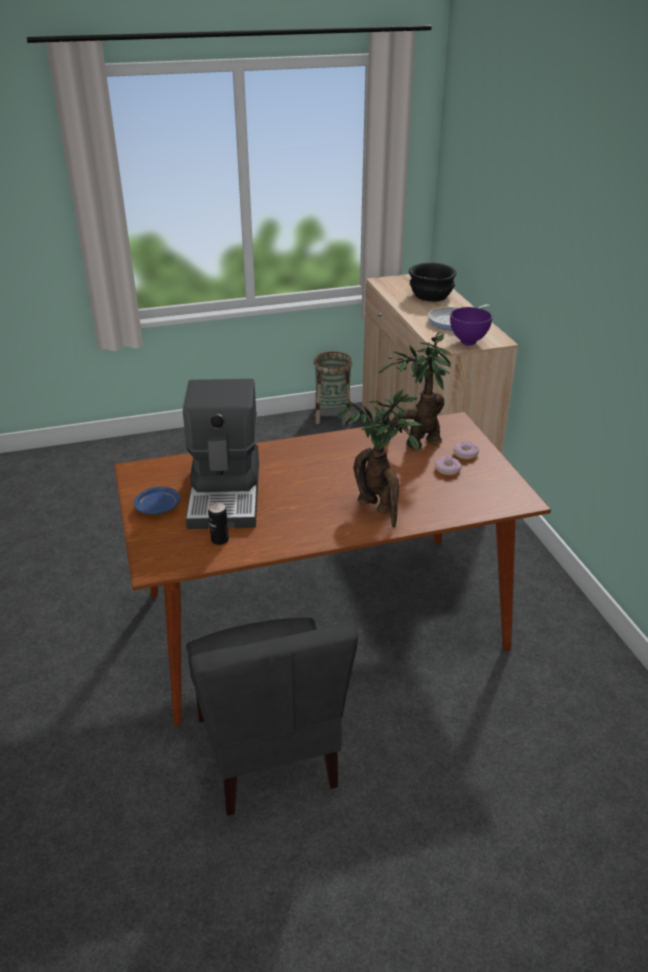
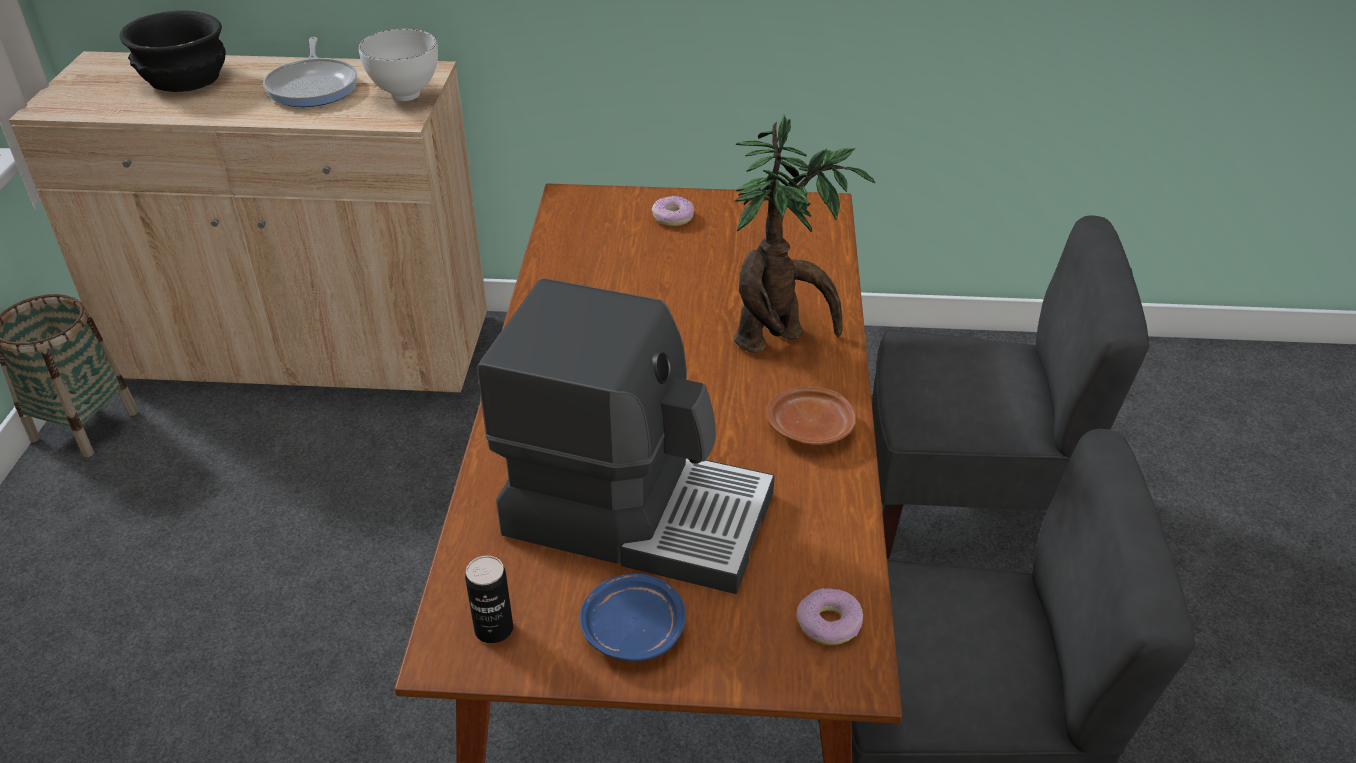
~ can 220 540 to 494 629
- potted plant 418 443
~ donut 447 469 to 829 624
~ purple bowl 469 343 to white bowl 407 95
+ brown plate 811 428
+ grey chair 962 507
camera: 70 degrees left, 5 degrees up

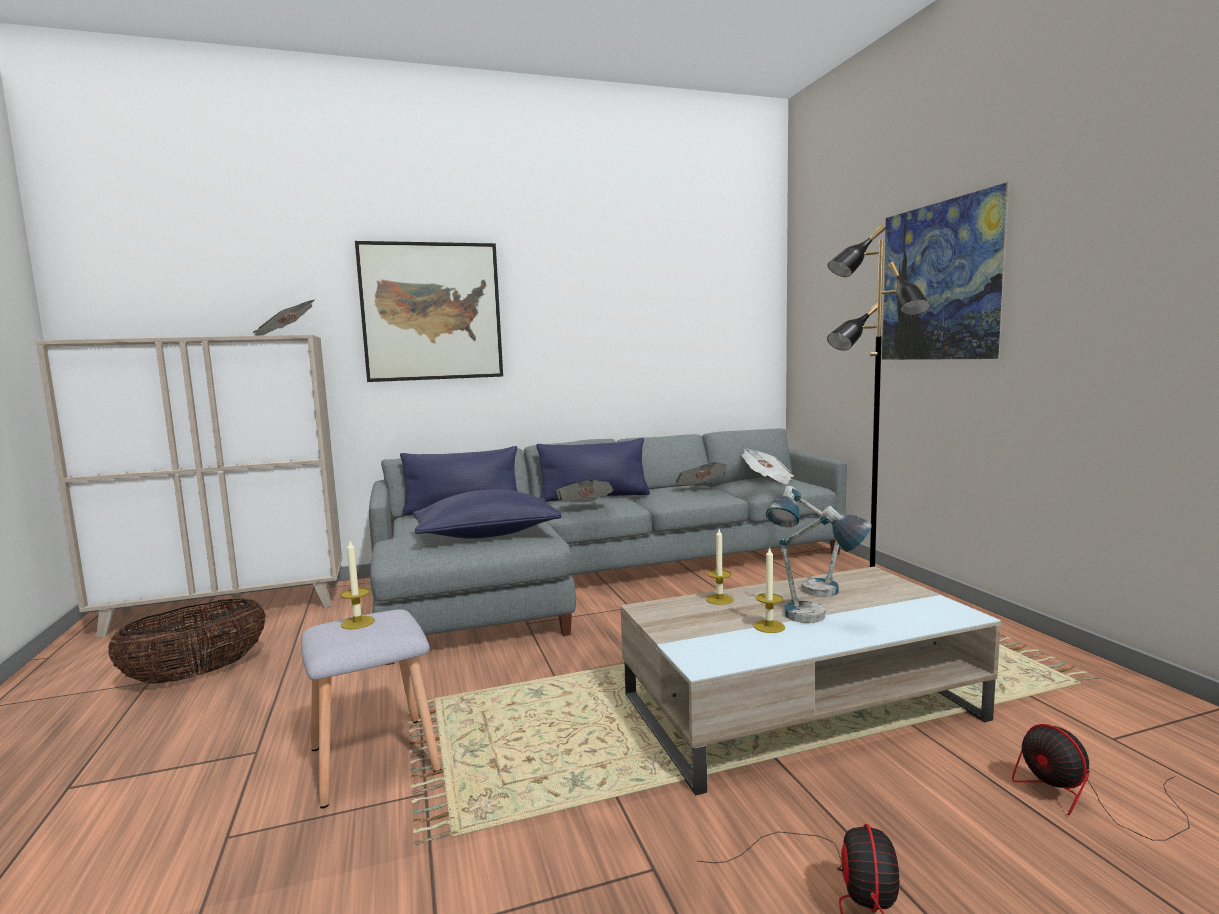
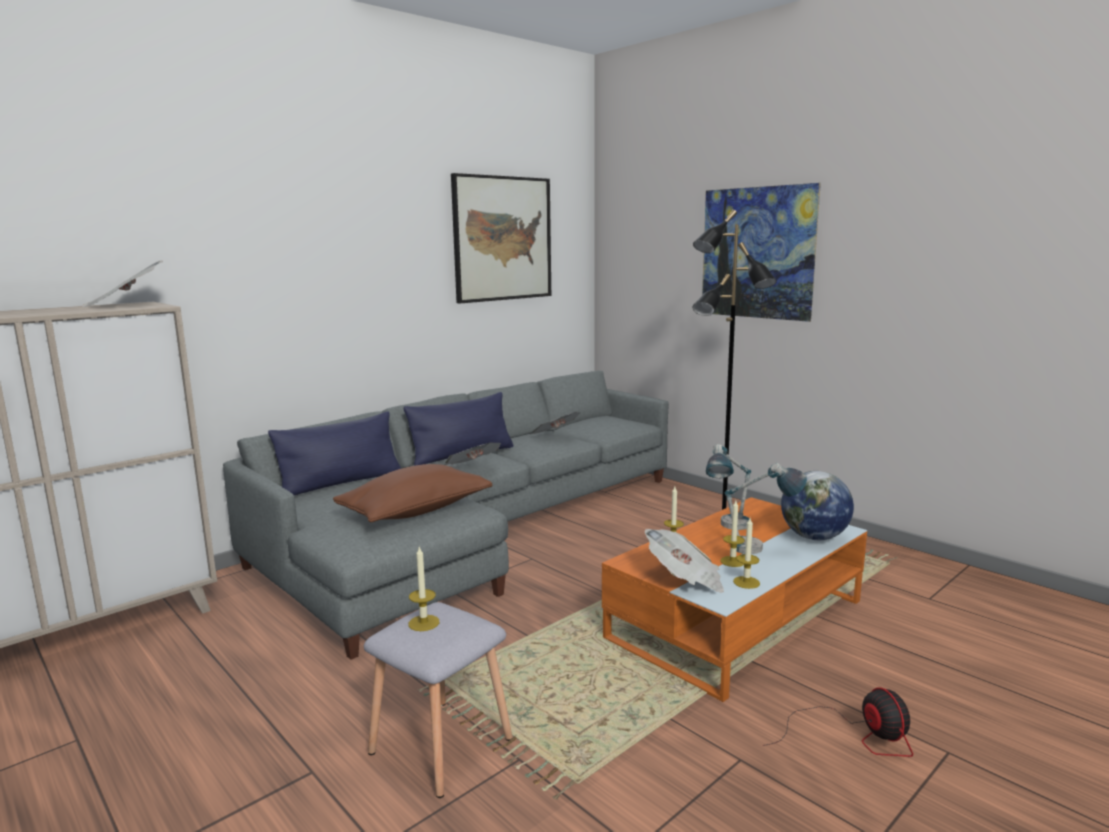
- basket 197 674
~ picture 432 312 to 502 239
~ blue pillow 487 535 to brown pillow 415 511
~ beige coffee table 799 707 to orange coffee table 737 619
~ newspaper 768 480 to 685 580
- fan 1089 801
+ candle 746 582
+ globe 814 537
camera: 25 degrees left, 5 degrees up

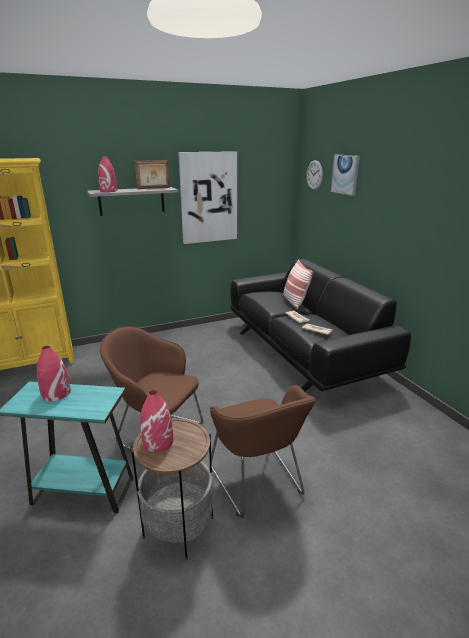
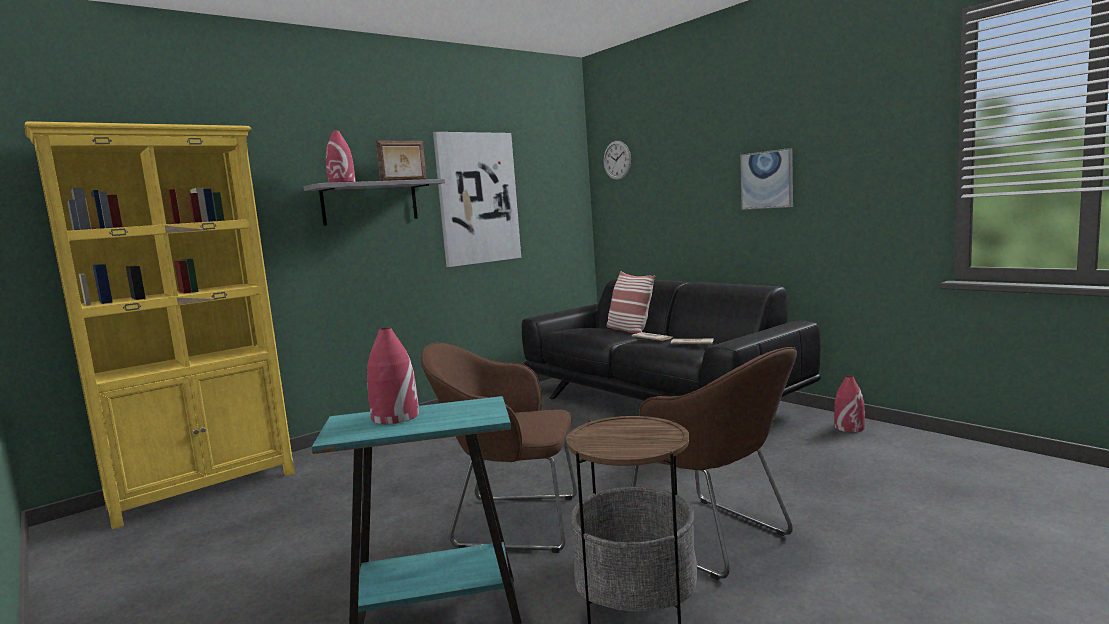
~ red vase 158 441 to 849 427
~ picture 345 174 to 767 180
camera: 15 degrees left, 15 degrees down

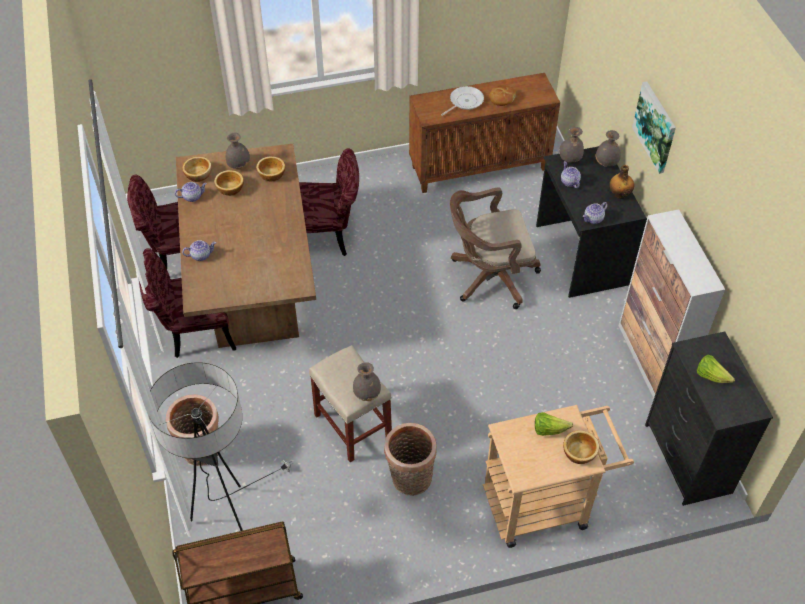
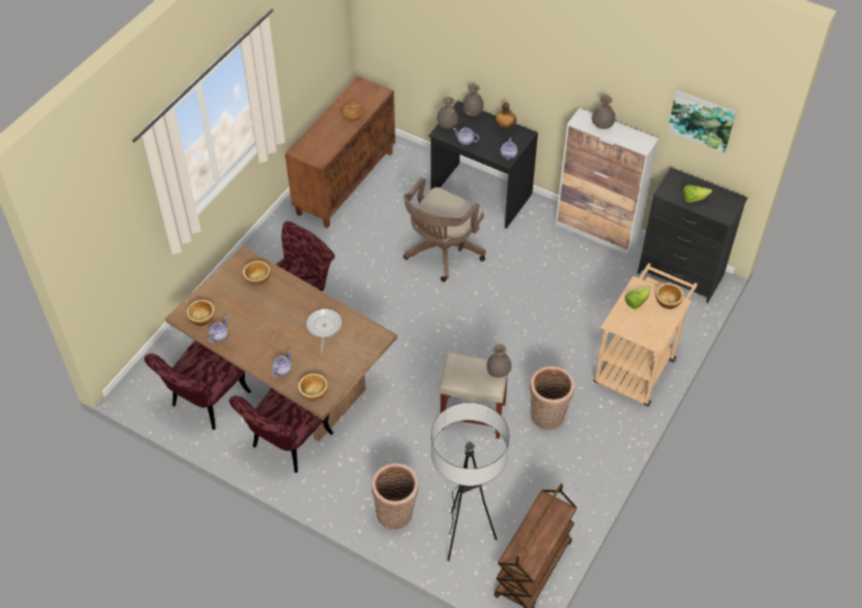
~ bowl 229 189 to 313 393
~ grey vase 239 165 to 602 125
~ frying pan 464 102 to 324 327
~ picture 655 127 to 702 120
camera: 45 degrees left, 0 degrees up

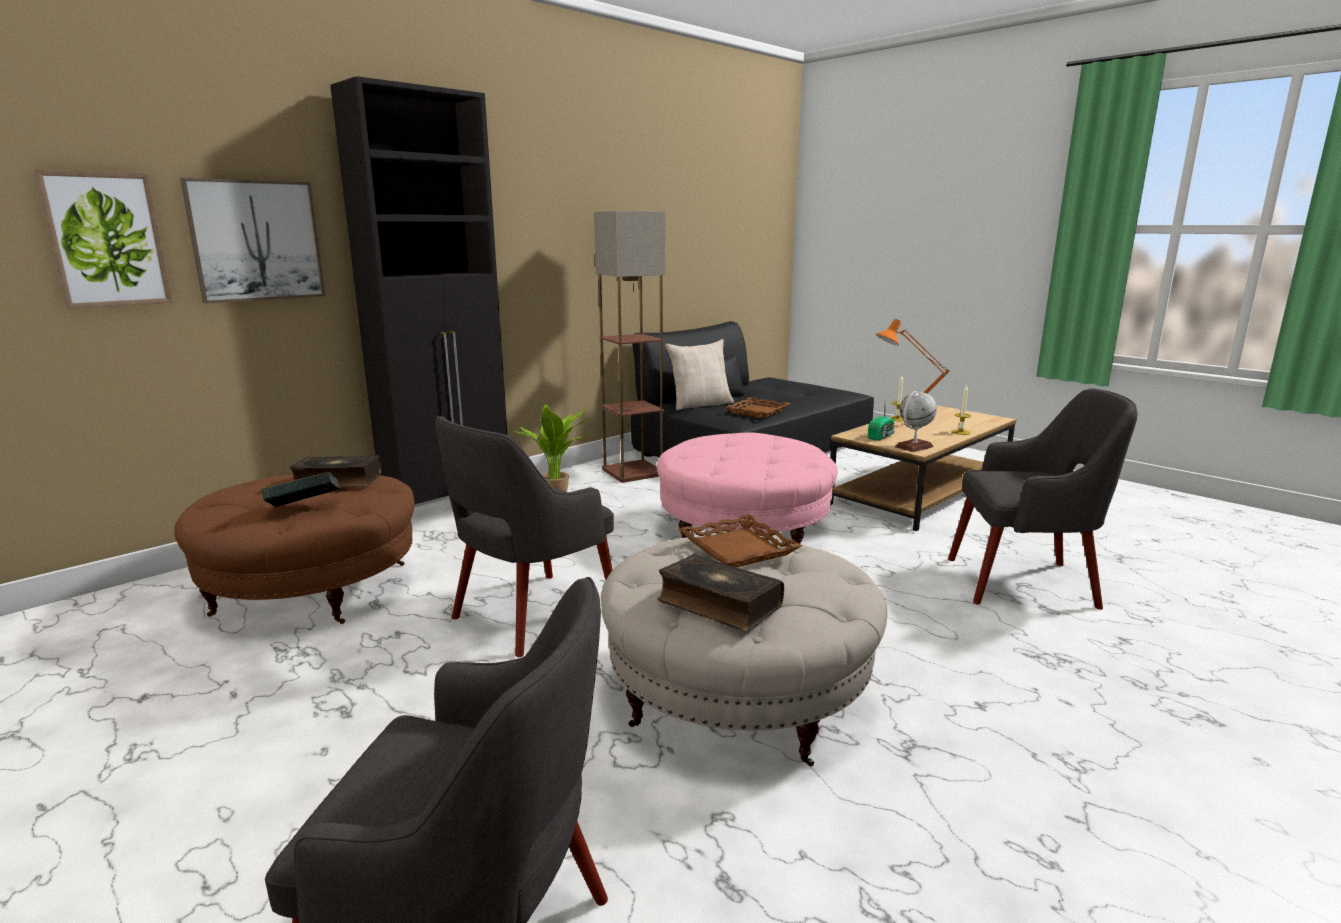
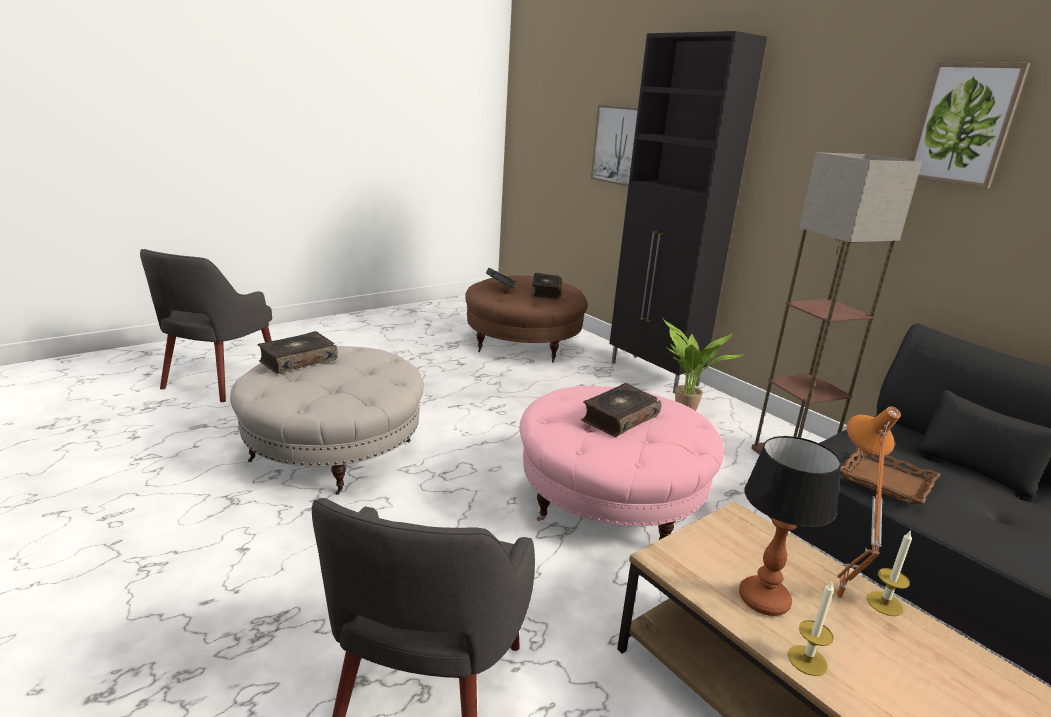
~ picture 106 240 to 964 124
- grey armchair 533 614
- beige pillow 700 404
- brown tray 739 548
- radio 881 436
- globe 914 447
+ book 619 418
+ table lamp 765 600
camera: 95 degrees right, 5 degrees up

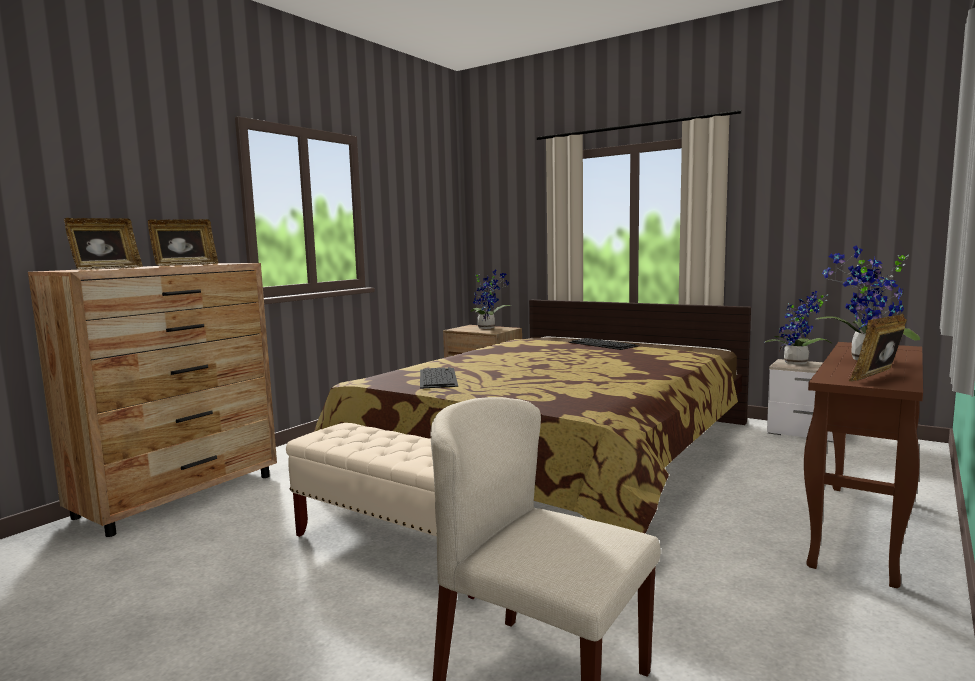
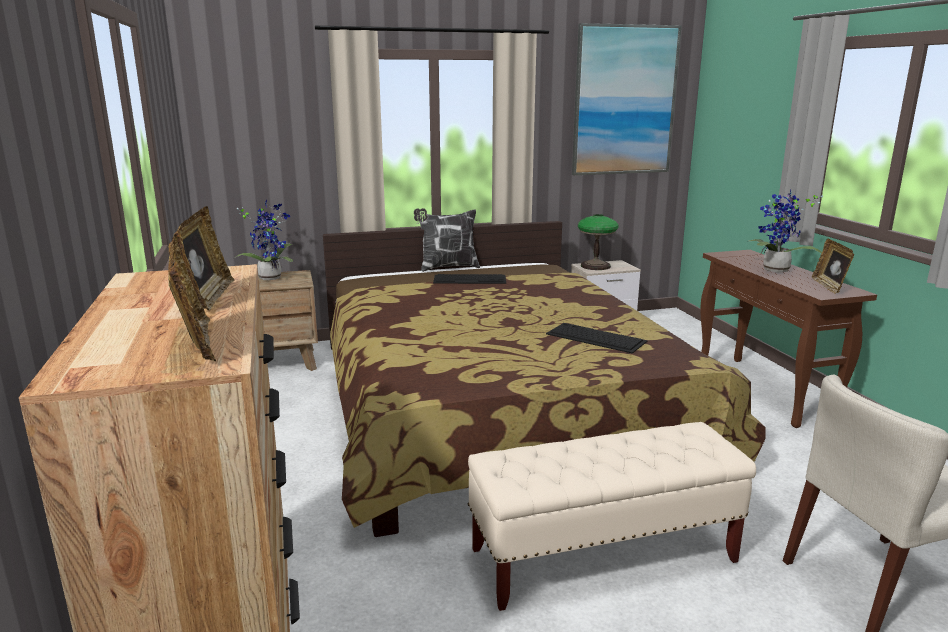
~ keyboard 437 377 to 594 337
~ potted plant 797 363 to table lamp 595 266
+ pillow 447 267
+ picture 624 101
camera: 50 degrees left, 10 degrees up

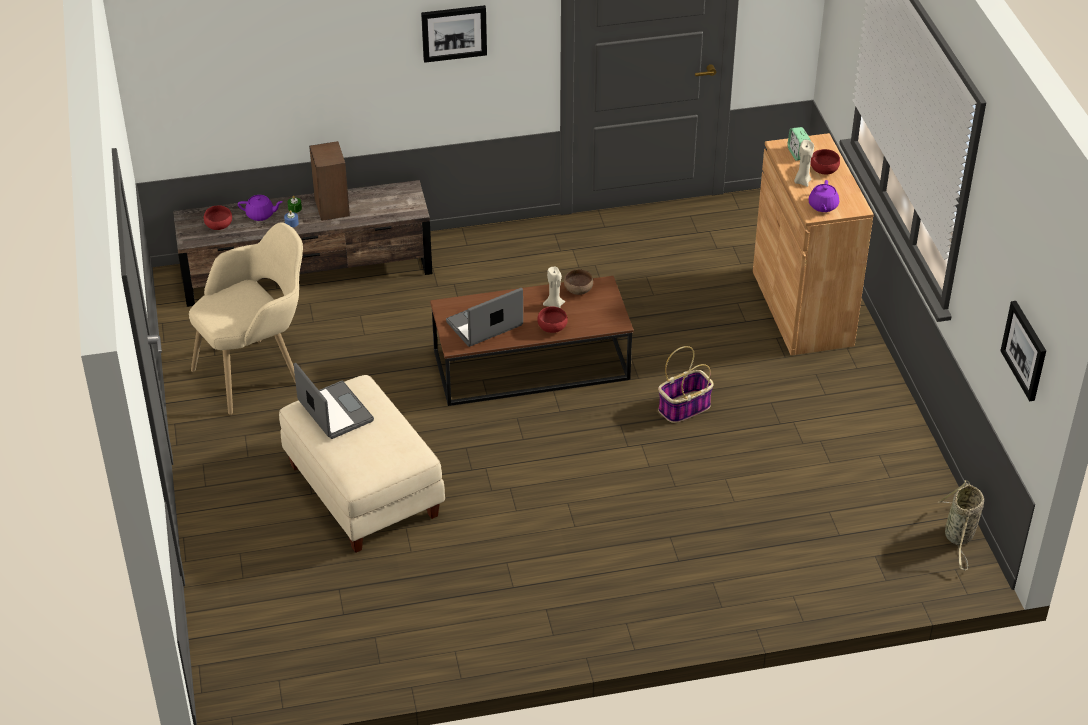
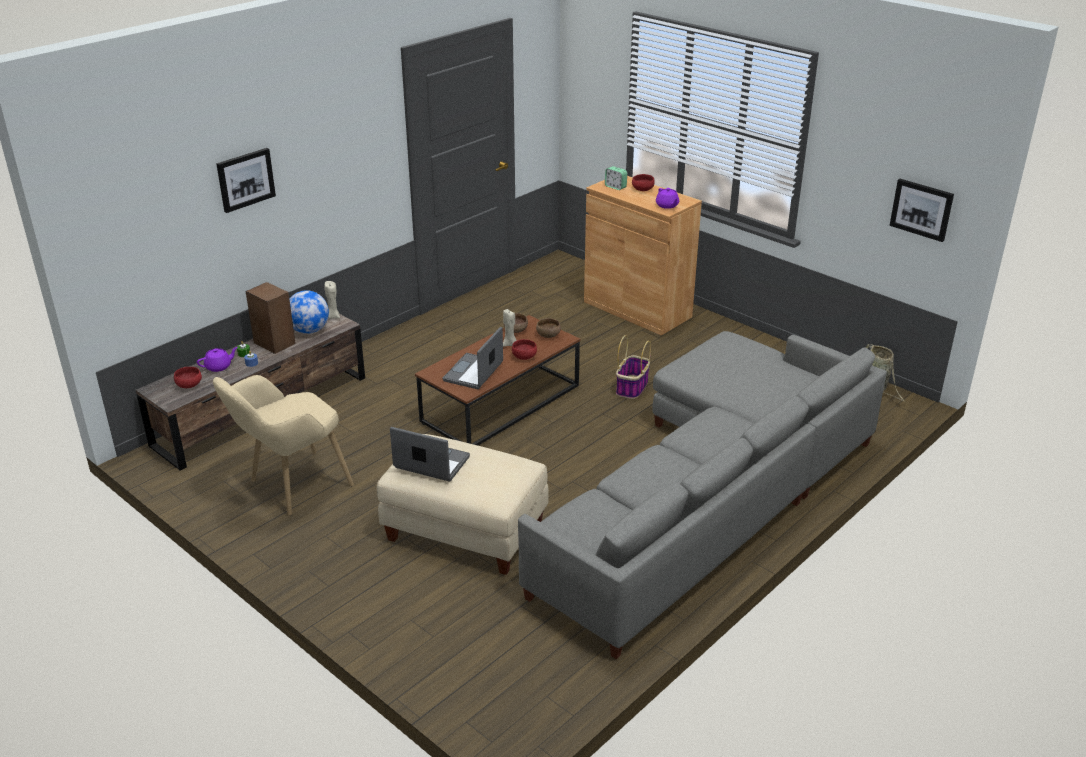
~ beige armchair 258 371 = 290 489 150 degrees counterclockwise
~ picture 454 32 to 245 179
~ beige candle 802 181 to 333 316
+ globe 309 330
+ grey sofa 711 494
+ brown bowl 548 335
camera: 35 degrees left, 10 degrees down

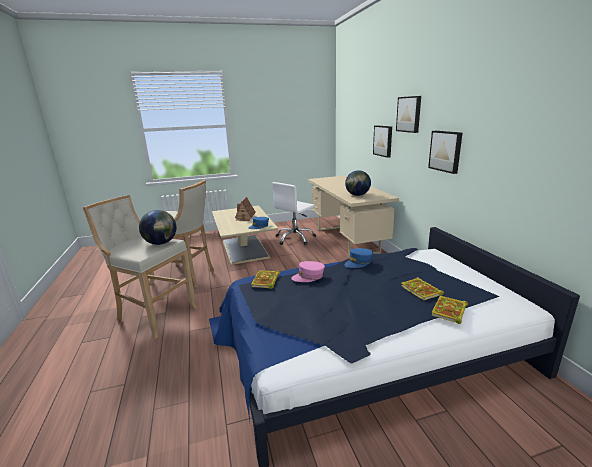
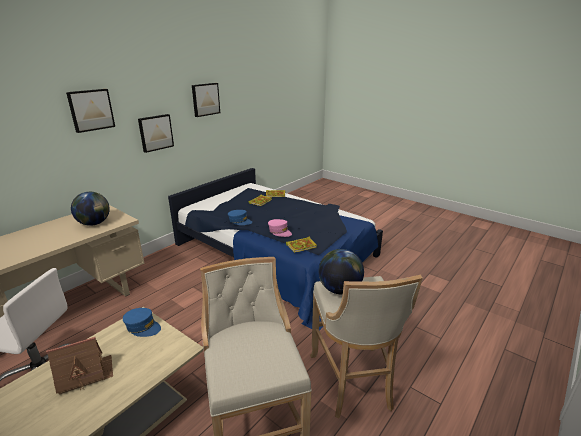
~ picture 383 141 to 205 99
camera: 125 degrees left, 5 degrees up

